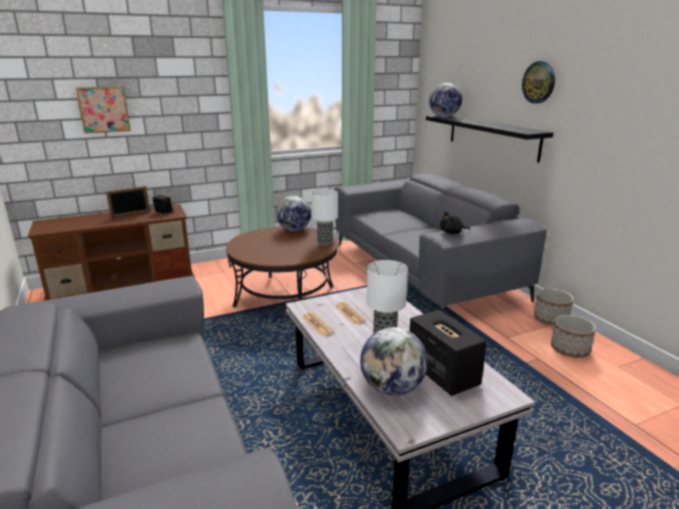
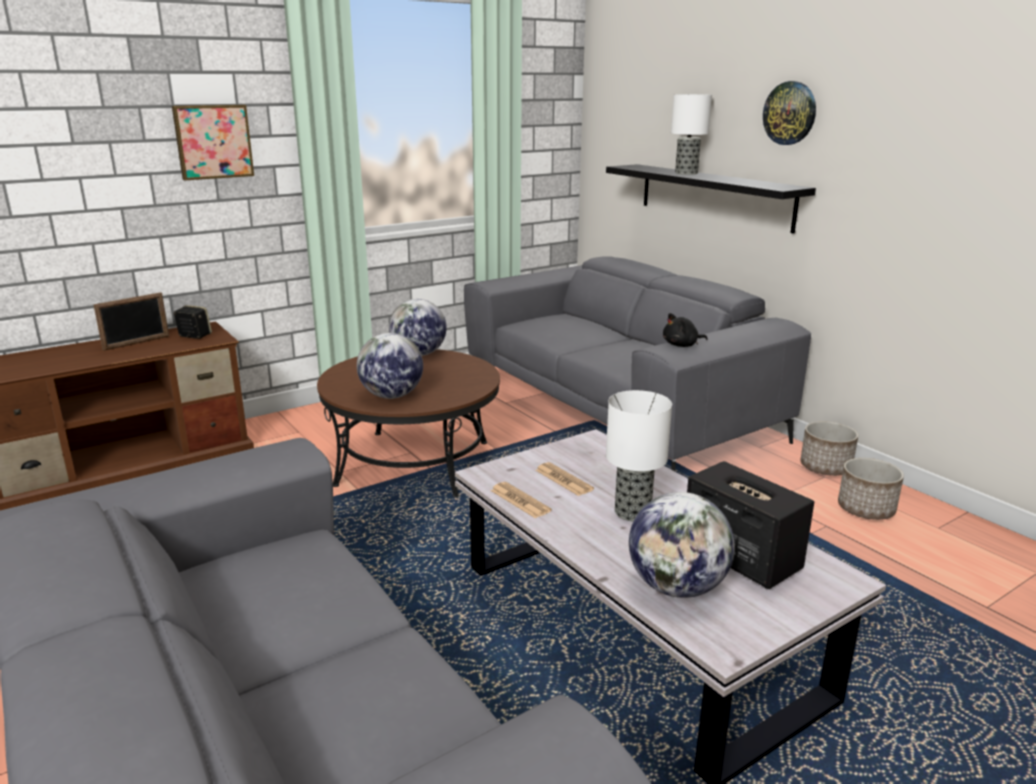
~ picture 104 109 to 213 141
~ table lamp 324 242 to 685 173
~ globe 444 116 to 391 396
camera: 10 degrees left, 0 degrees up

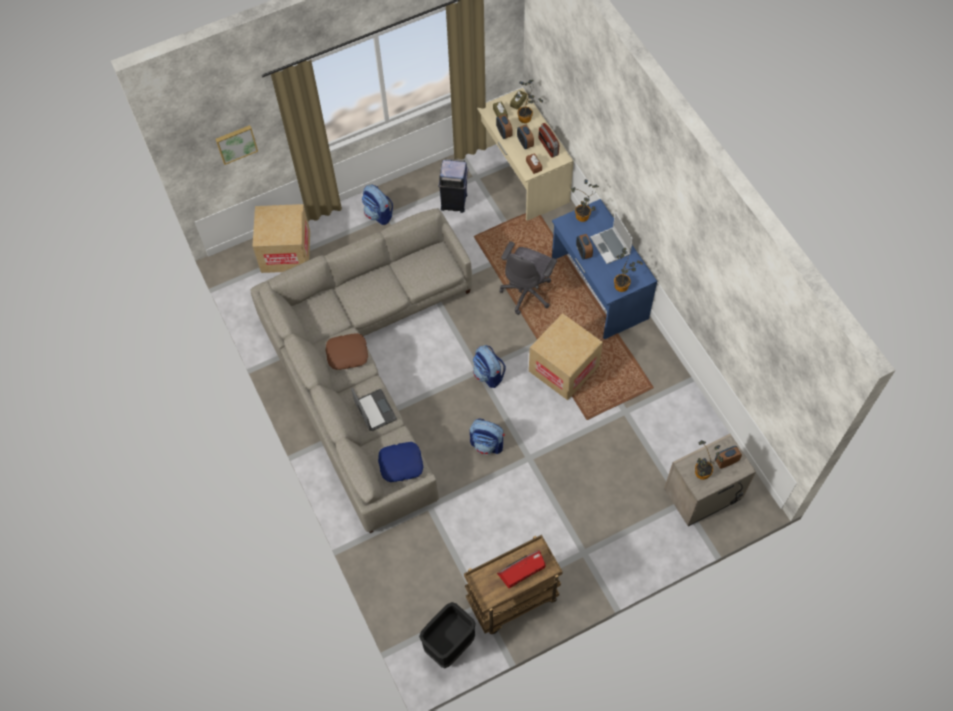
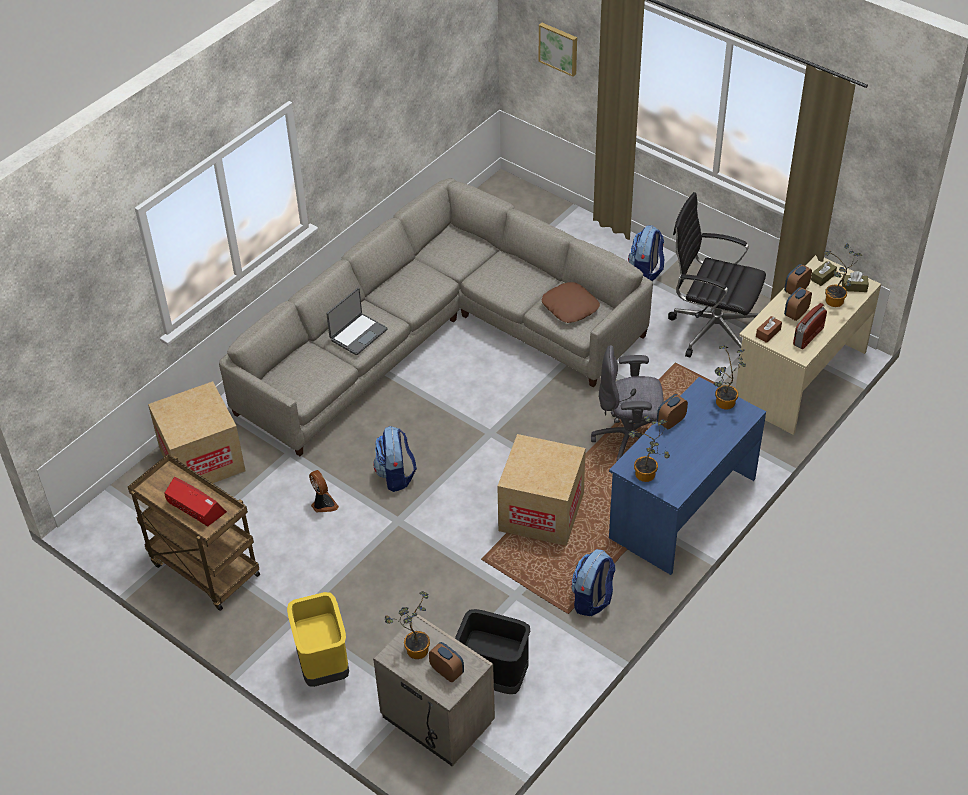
~ cardboard box 286 252 to 202 460
~ brown pillow 347 353 to 570 307
- blue pillow 401 463
~ black trash can 450 645 to 493 679
~ blue trash can 454 202 to black office chair 711 329
~ backpack 488 375 to 592 599
- laptop 611 246
+ yellow trash can 324 666
+ fan 323 504
camera: 65 degrees right, 15 degrees down

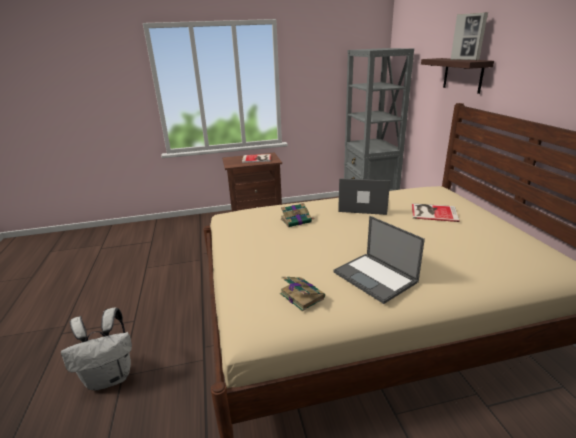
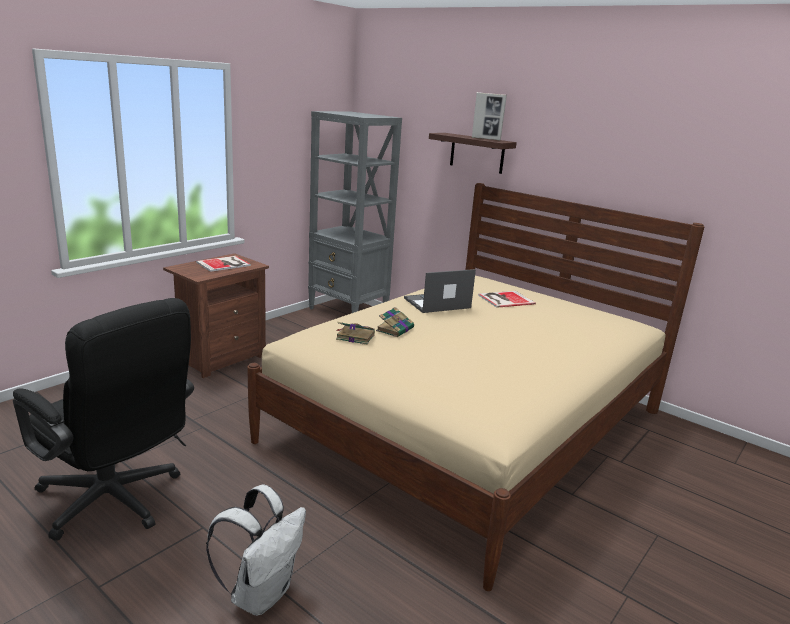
~ book 301 295 to 354 337
- laptop 376 277
+ black office chair 116 503
camera: 40 degrees left, 5 degrees down

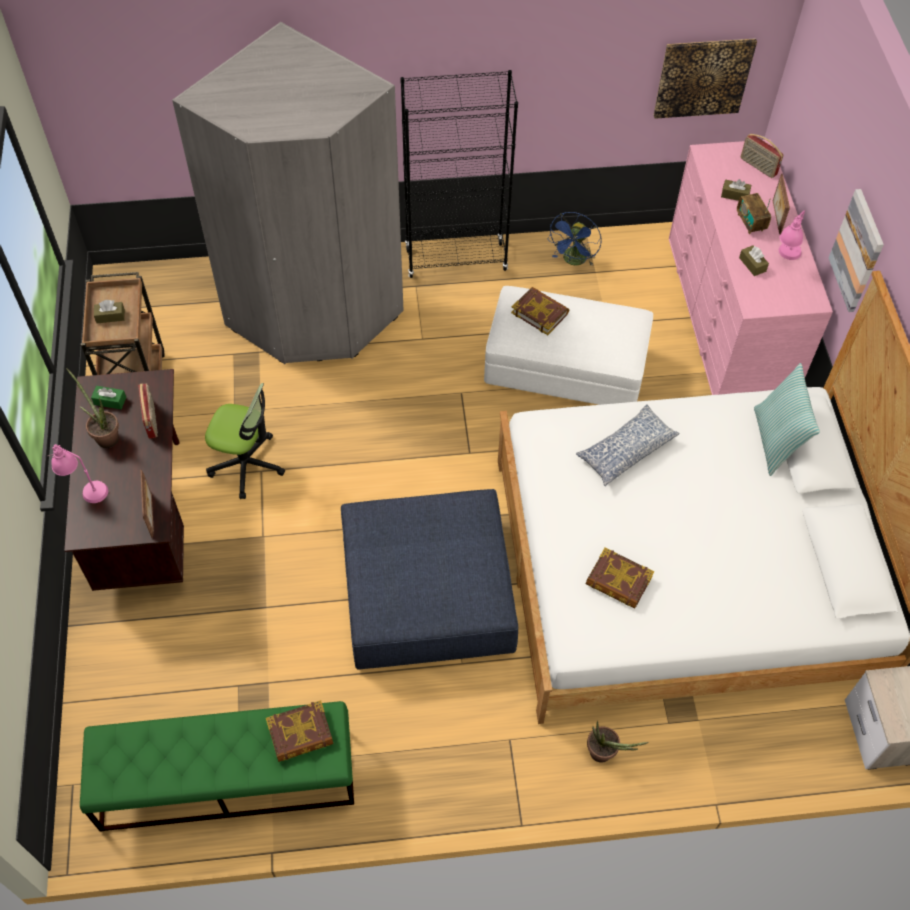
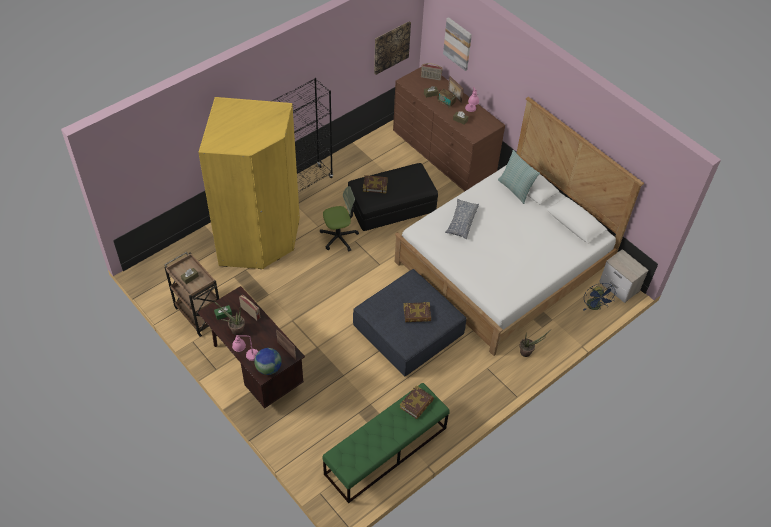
~ grey wardrobe 314 315 to yellow wardrobe 258 240
~ office chair 247 464 to 339 237
~ white ottoman 565 367 to black ottoman 391 207
~ blue fan 573 261 to 595 307
~ book 618 581 to 417 314
~ pink dresser 729 315 to brown dresser 443 152
~ picture 857 251 to 458 43
+ globe 268 368
camera: 35 degrees left, 5 degrees down

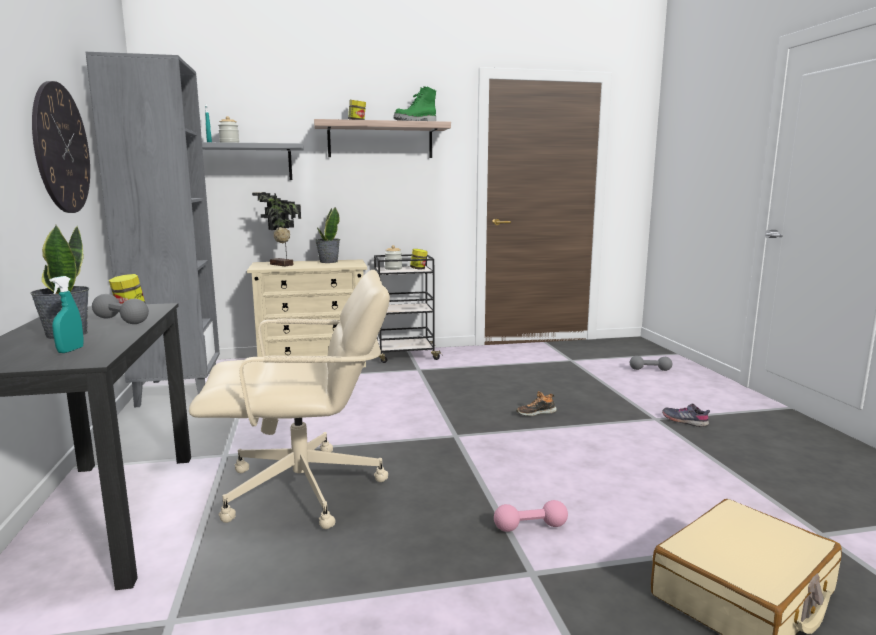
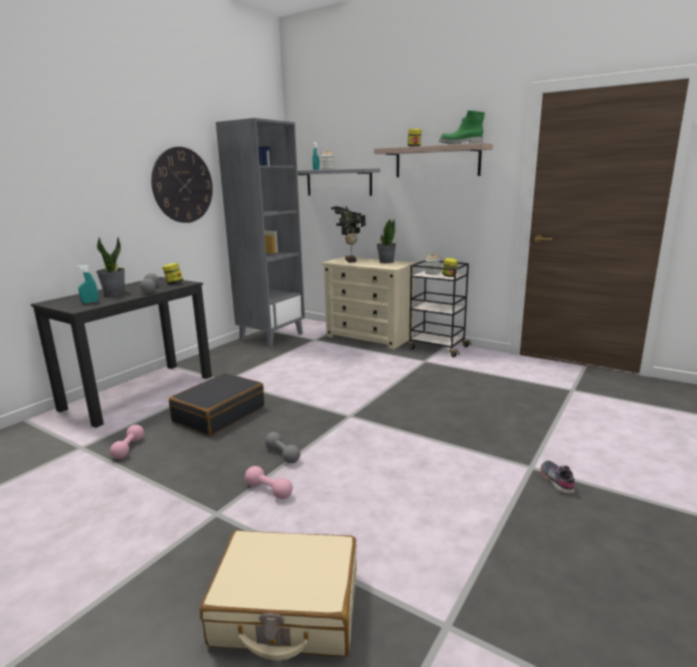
~ beige office chair 304 490 to black suitcase 219 414
- shoe 535 412
~ grey dumbbell 650 369 to 282 454
+ pink dumbbell 128 448
camera: 45 degrees right, 5 degrees up

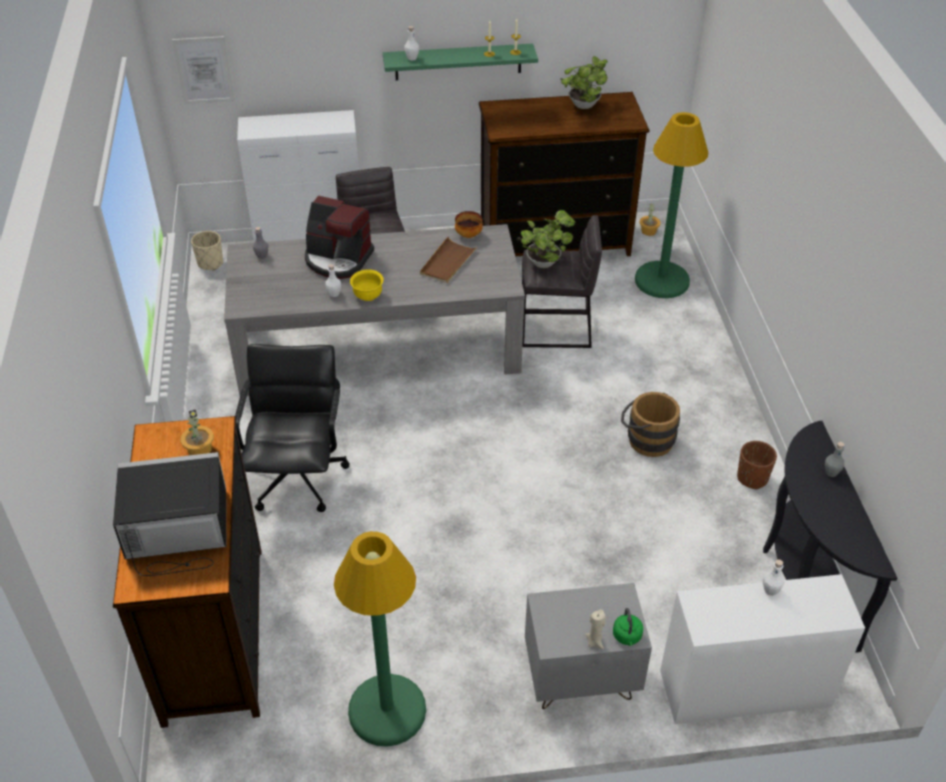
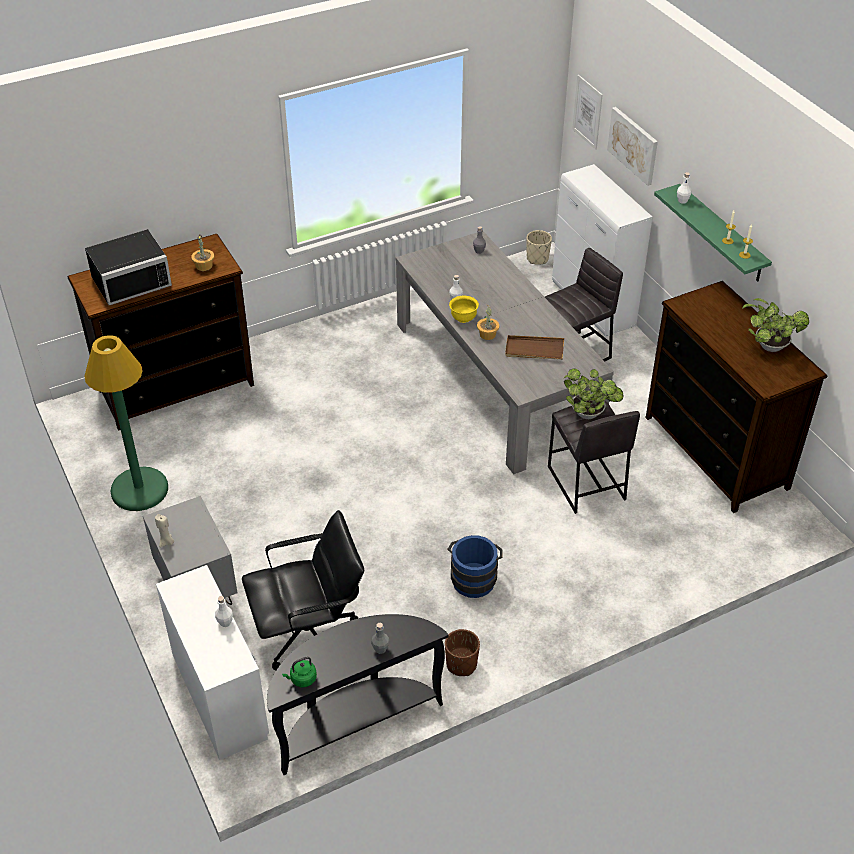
~ black microwave 176 531 = 130 280 90 degrees clockwise
~ black office chair 298 477 to 309 635
- coffee machine 338 259
- bowl 468 235
~ green kettle 627 637 to 302 679
~ brown bucket 646 439 to blue bucket 474 577
- green floor lamp 662 281
~ potted plant 648 231 to 487 335
+ picture 633 145
camera: 70 degrees right, 0 degrees up

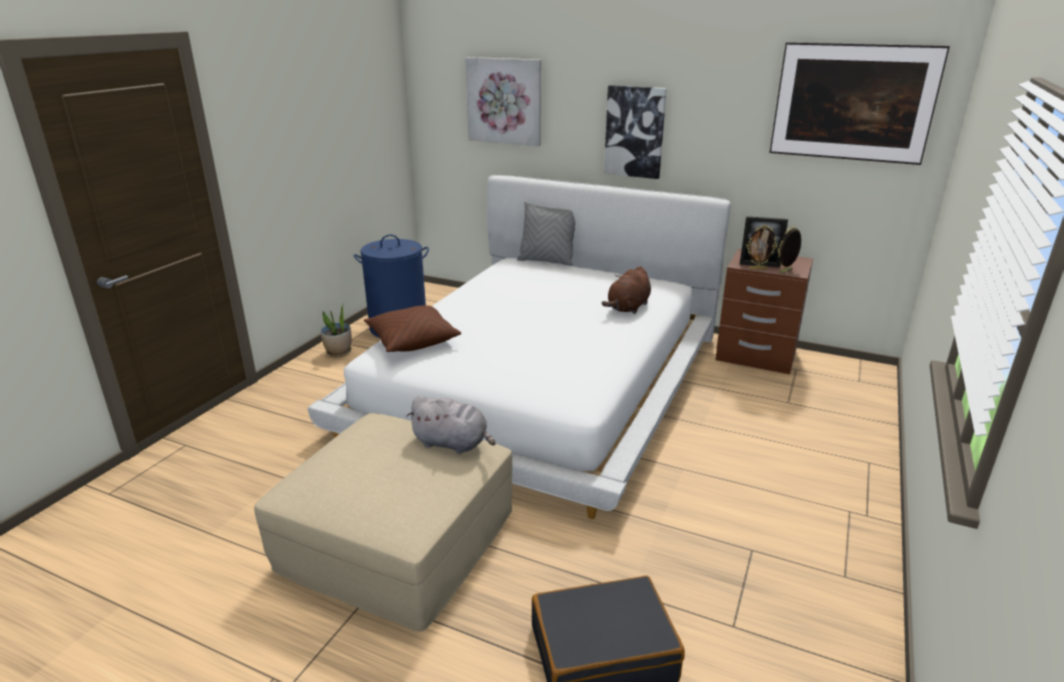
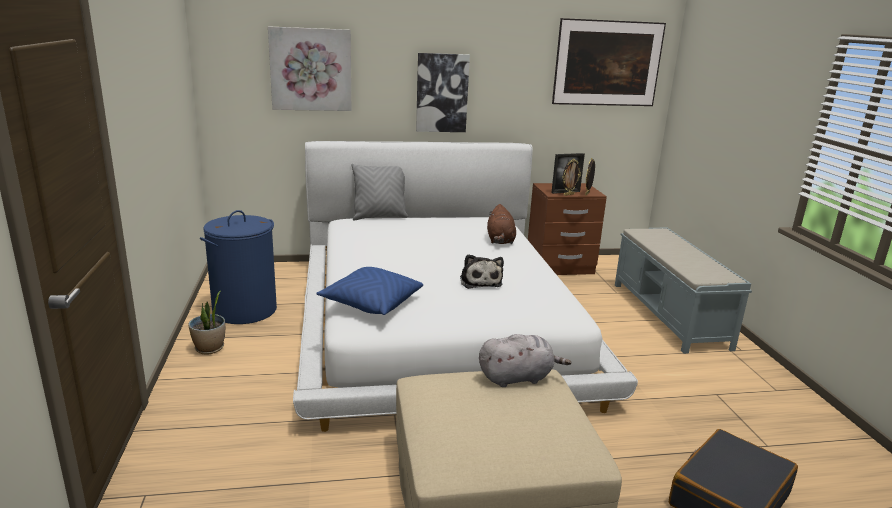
~ brown pillow 412 340 to blue pillow 371 303
+ plush toy 480 281
+ grey bench 669 315
camera: 35 degrees left, 5 degrees down

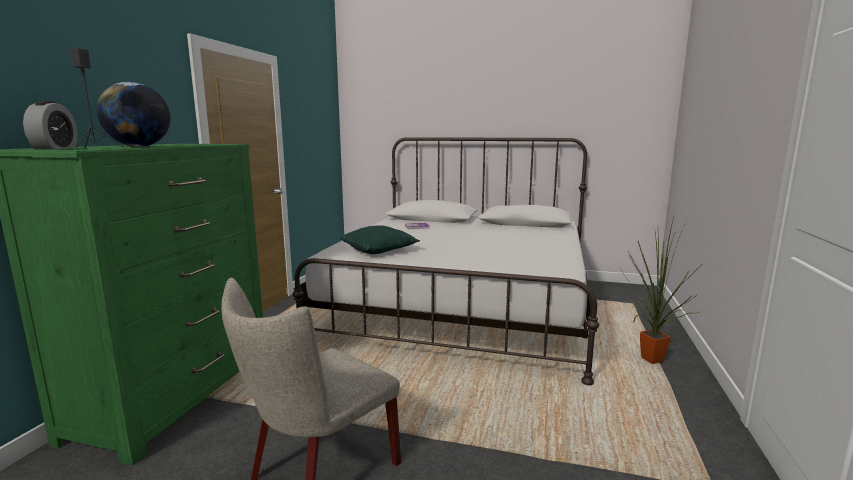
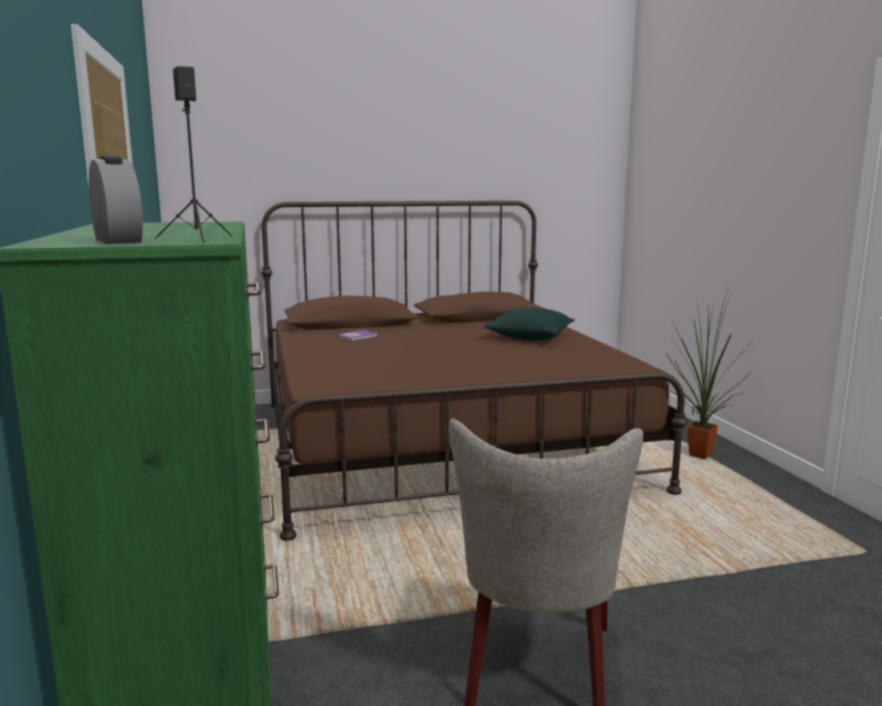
- globe 139 146
~ white bed 462 307 to brown bed 440 442
~ green pillow 379 250 to 530 337
camera: 30 degrees left, 0 degrees up

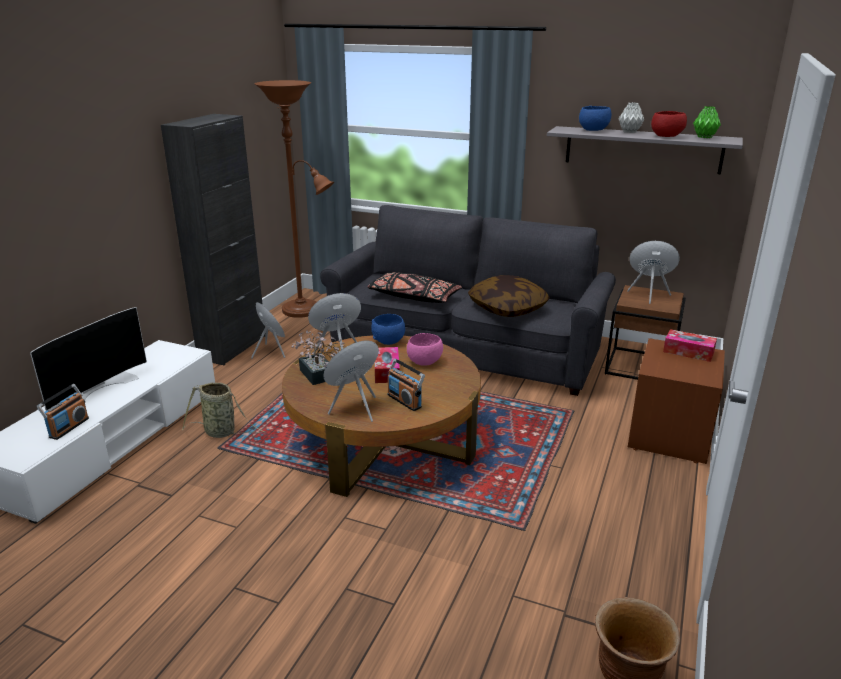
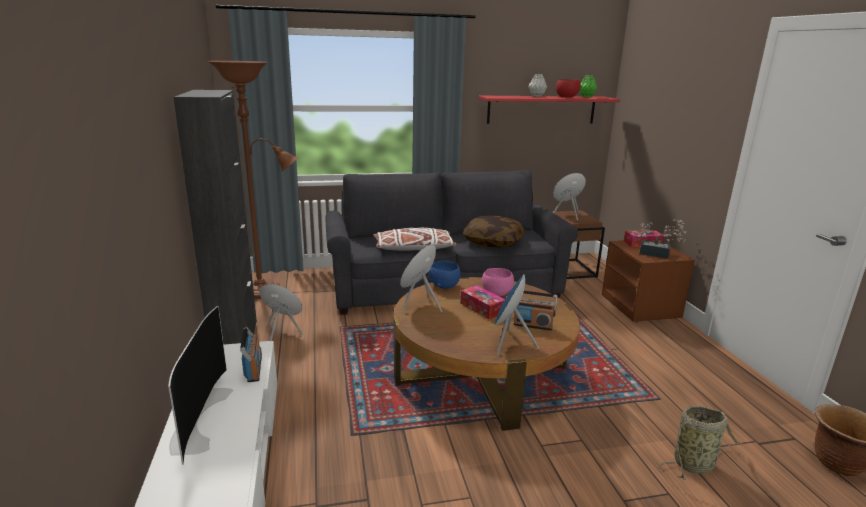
~ radio 68 427 to 253 370
~ basket 222 432 to 695 464
~ potted plant 318 376 to 658 254
~ black pillow 413 297 to white pillow 414 248
~ grey shelf 642 149 to red shelf 541 109
- blue bowl 593 130
camera: 35 degrees left, 5 degrees down

